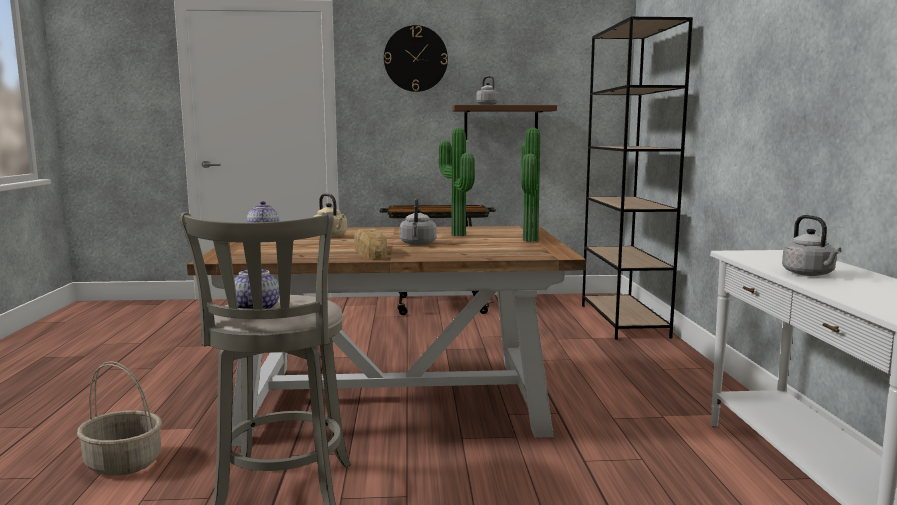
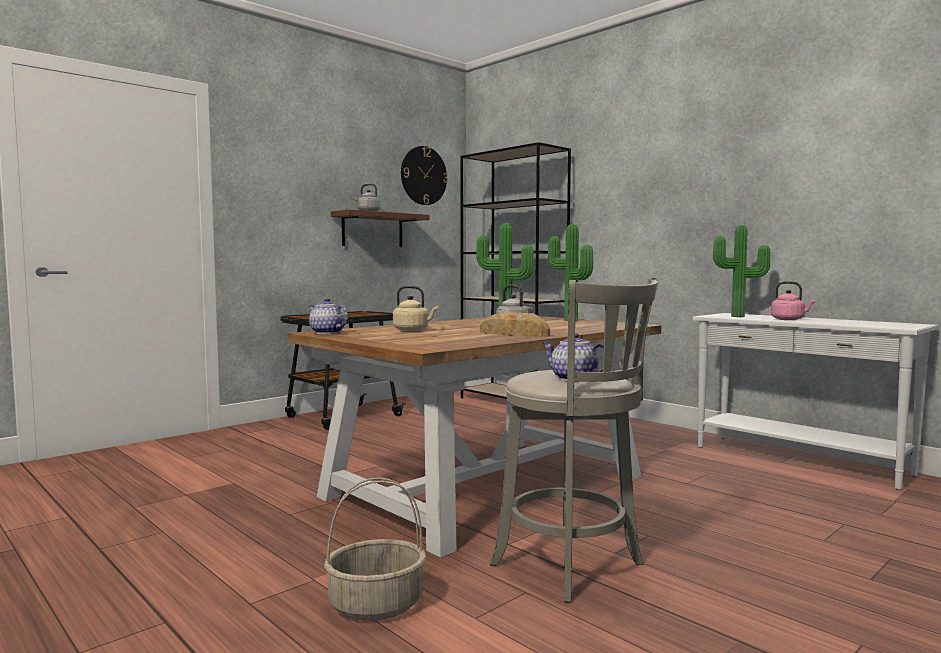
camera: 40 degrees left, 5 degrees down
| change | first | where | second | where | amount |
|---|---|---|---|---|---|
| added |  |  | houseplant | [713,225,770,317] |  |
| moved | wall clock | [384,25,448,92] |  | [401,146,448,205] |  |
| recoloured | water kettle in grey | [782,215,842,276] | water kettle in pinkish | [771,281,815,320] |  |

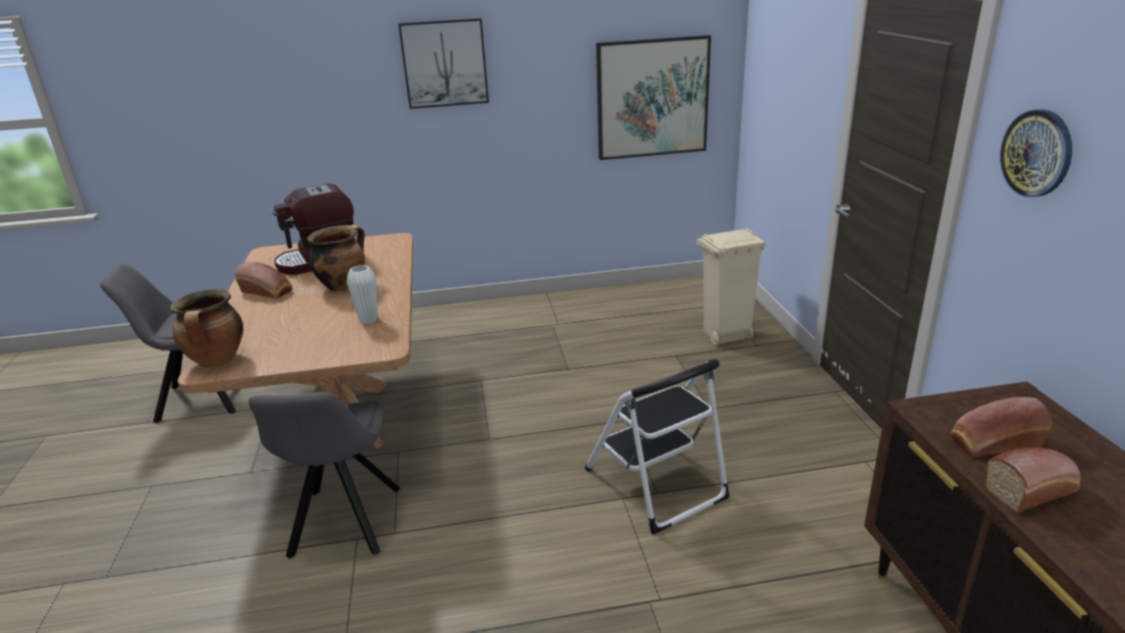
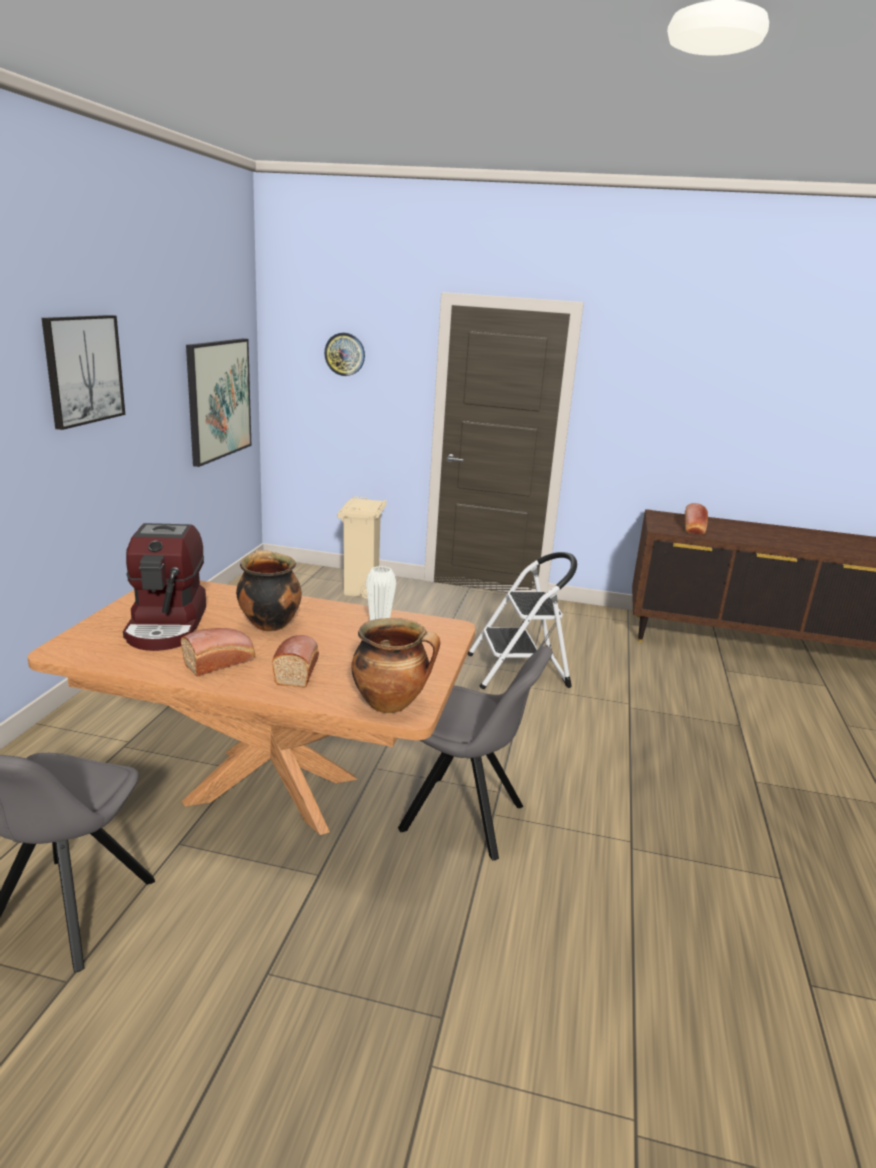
camera: 70 degrees left, 5 degrees down
| change | first | where | second | where | amount |
|---|---|---|---|---|---|
| moved | bread | [985,447,1081,513] |  | [272,635,319,688] |  |
| moved | wall clock | [1000,109,1072,197] |  | [324,333,365,376] |  |

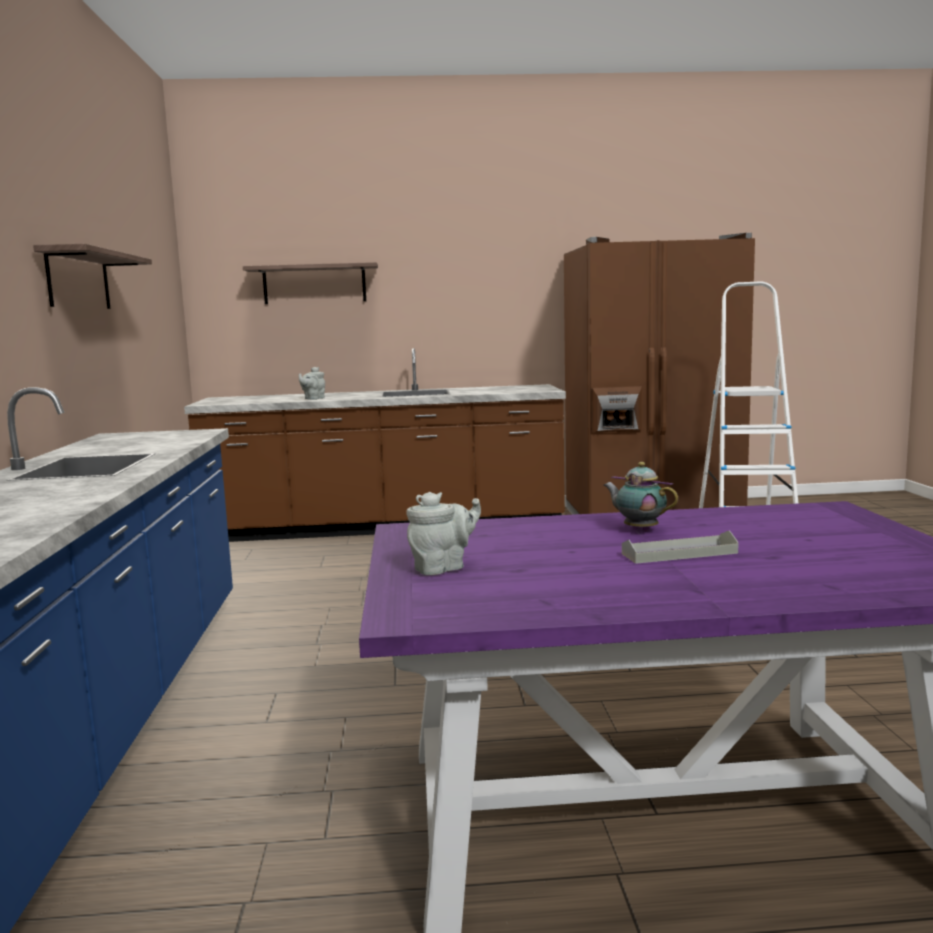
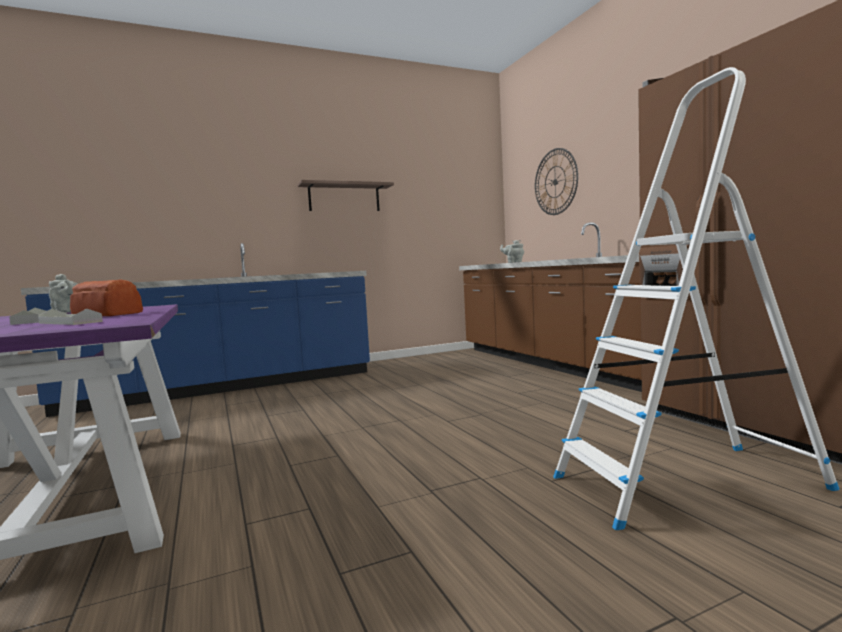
camera: 70 degrees right, 5 degrees down
| change | first | where | second | where | amount |
|---|---|---|---|---|---|
| added |  |  | serving tray in grey | [38,309,103,325] |  |
| replaced | wall shelf | [243,262,378,304] | wall clock | [535,148,578,215] |  |
| replaced | teapot | [604,462,678,531] | bread | [70,279,143,316] |  |

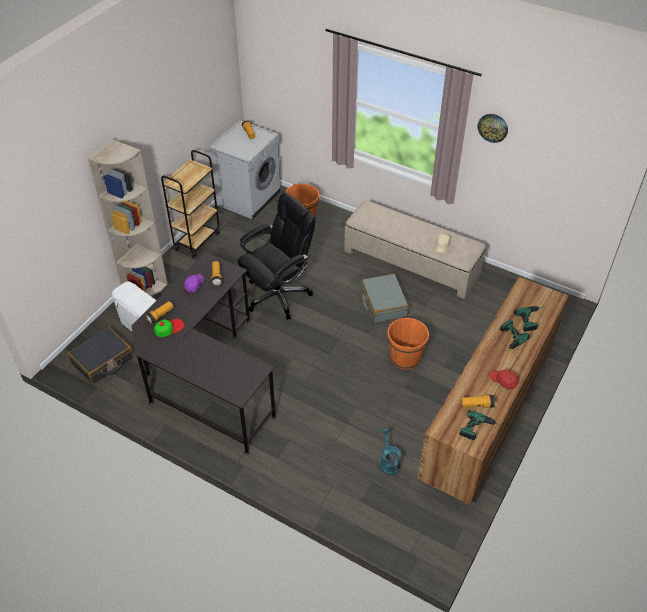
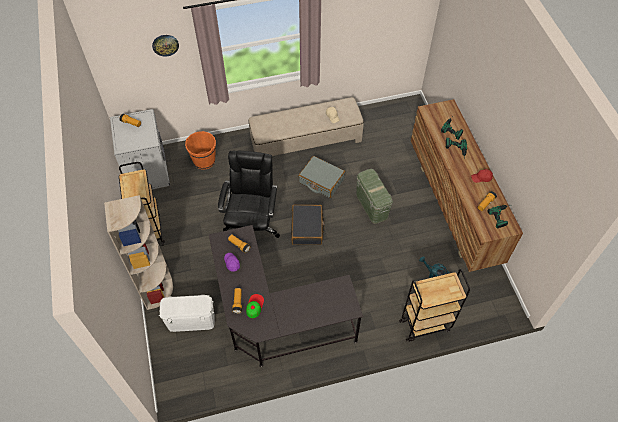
camera: 45 degrees left, 10 degrees up
| change | first | where | second | where | amount |
|---|---|---|---|---|---|
| added |  |  | trolley in brownish | [399,269,470,342] |  |
| moved | travel case in black | [68,327,134,384] |  | [291,205,325,245] |  |
| moved | wall clock | [478,114,508,143] |  | [152,35,179,56] |  |
| replaced | pail in orange | [387,318,429,370] | storage bin in greenish | [356,169,393,224] |  |

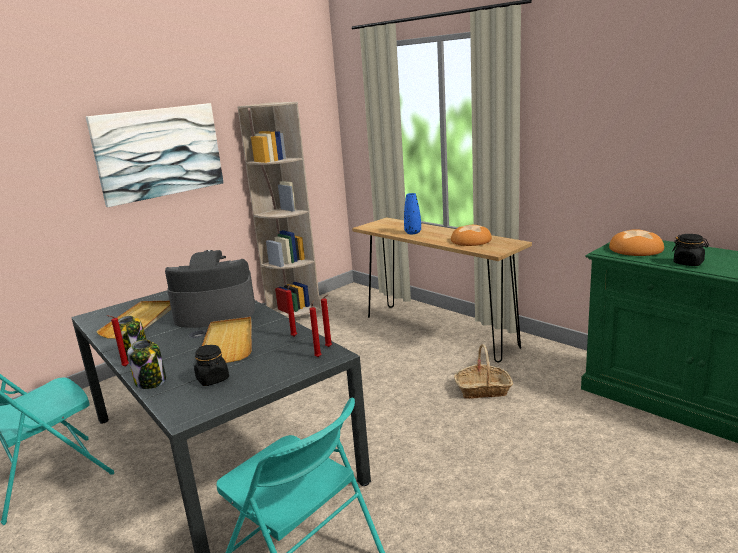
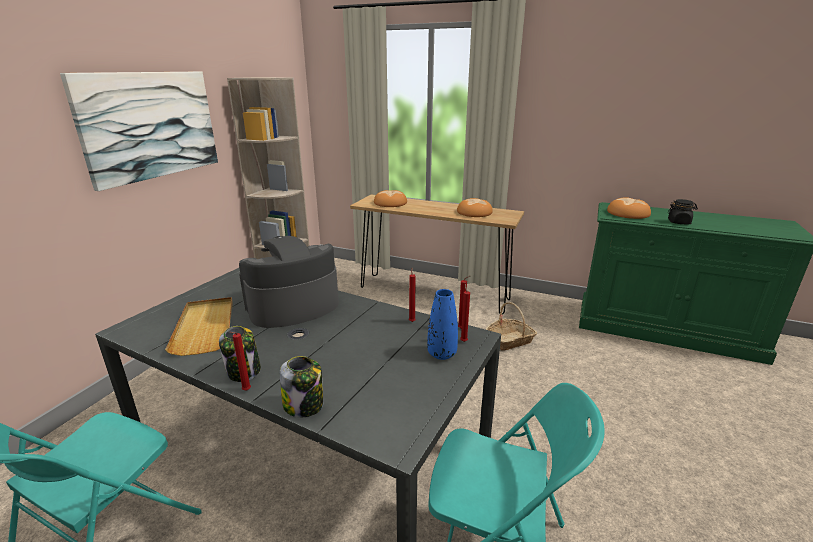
camera: 25 degrees left, 5 degrees up
| change | first | where | second | where | amount |
|---|---|---|---|---|---|
| removed | preserve jar in black | [194,345,229,386] |  |  |  |
| removed | serving tray in beige | [202,317,252,363] |  |  |  |
| added |  |  | bread | [374,190,407,207] |  |
| moved | vase in blue-coloured | [404,193,421,234] |  | [427,289,458,360] |  |

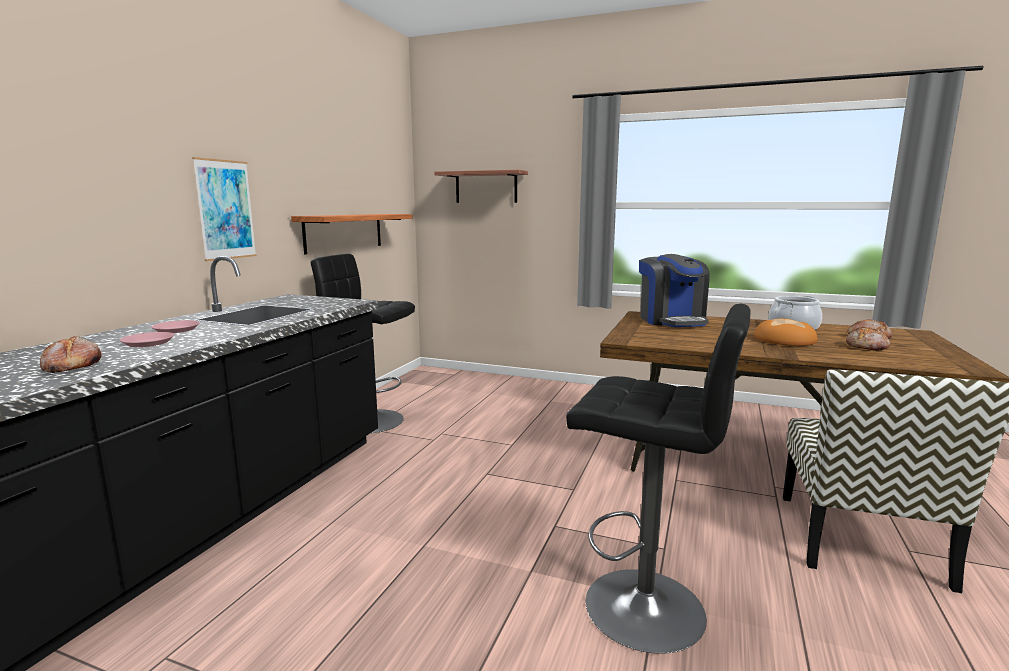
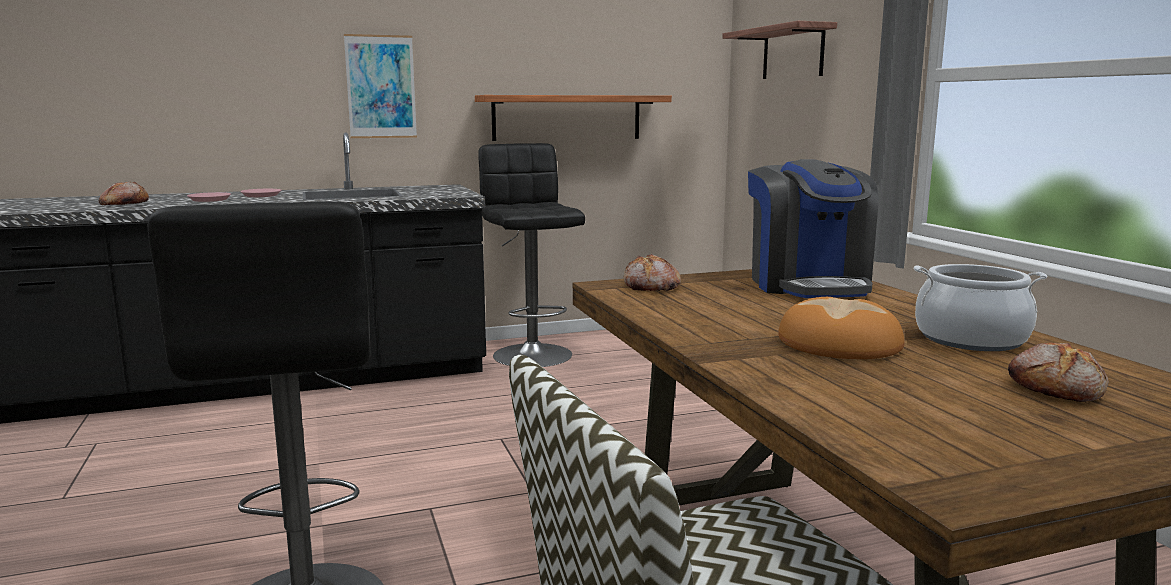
camera: 50 degrees right, 0 degrees up
| change | first | where | second | where | amount |
|---|---|---|---|---|---|
| moved | bread | [846,326,891,351] |  | [624,254,681,291] |  |
| turned | coffee brewer | [639,254,709,327] |  | [748,159,878,298] | 45 degrees counterclockwise |

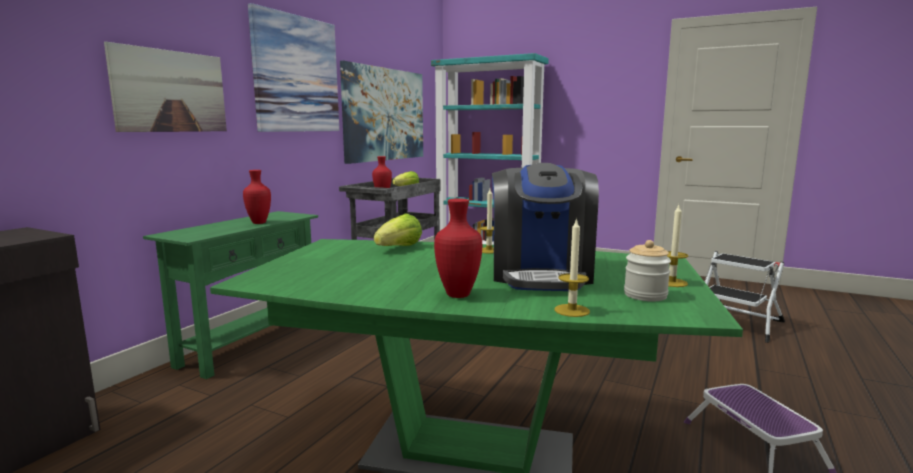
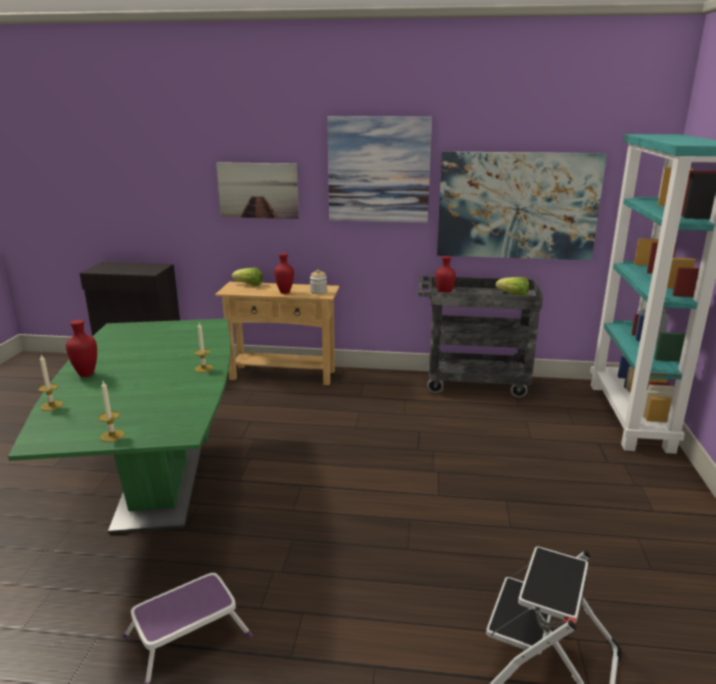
camera: 70 degrees right, 10 degrees up
| change | first | where | second | where | amount |
|---|---|---|---|---|---|
| removed | coffee brewer | [492,163,599,291] |  |  |  |
| moved | lettuce head | [374,213,422,246] |  | [232,268,263,286] |  |
| moved | preserve jar | [624,240,671,301] |  | [310,270,327,294] |  |
| recoloured | hall table in greenish | [143,211,318,379] | hall table in beige | [215,282,340,385] |  |

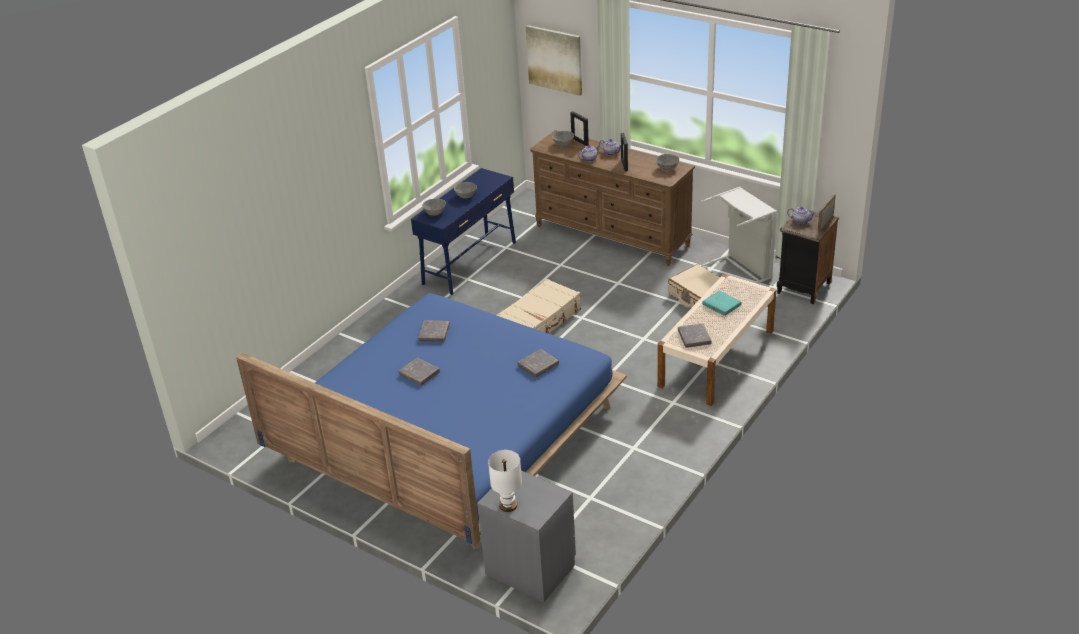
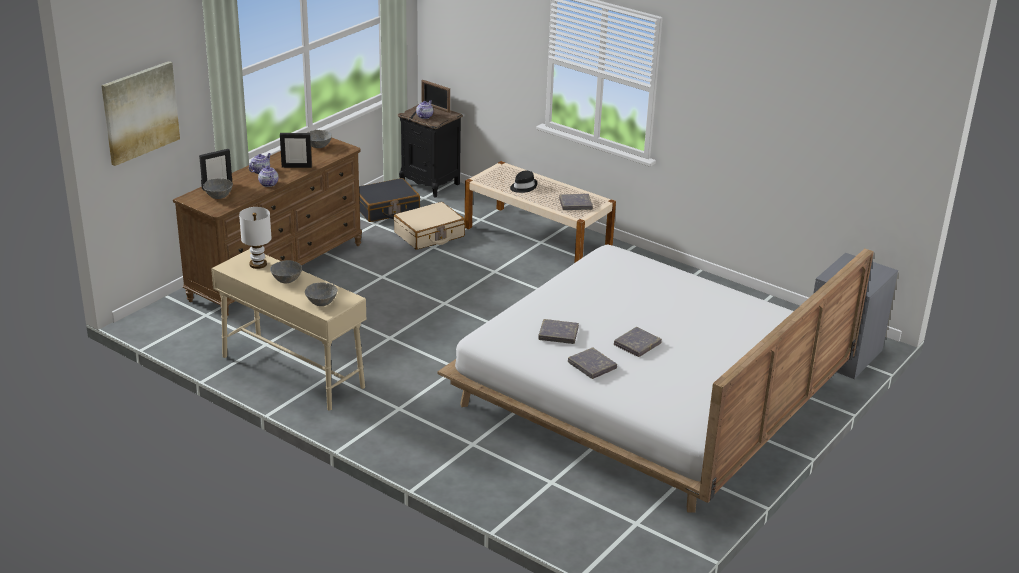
camera: 90 degrees left, 5 degrees down
| change | first | where | second | where | amount |
|---|---|---|---|---|---|
| removed | travel case in beige | [497,279,581,334] |  |  |  |
| moved | tabletop lamp in whitish | [488,450,522,512] |  | [239,207,272,269] |  |
| moved | volume in grey | [518,349,559,377] |  | [568,347,617,379] |  |
| replaced | hamper in grey | [701,187,777,292] | travel case in black | [359,178,420,222] |  |
| replaced | volume in blue-green | [702,291,742,316] | clothing hat in black | [510,171,538,193] |  |
| recoloured | bedroom bed in blue-coloured | [236,293,627,549] | bedroom bed in whitish | [438,244,874,513] |  |
| recoloured | hall table in blue-coloured | [411,168,516,295] | hall table in beige | [211,249,366,411] |  |

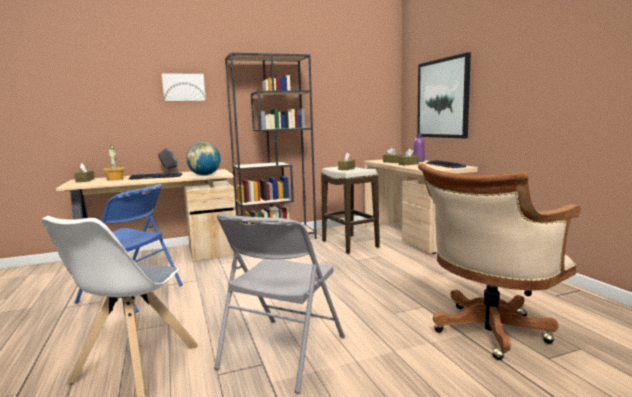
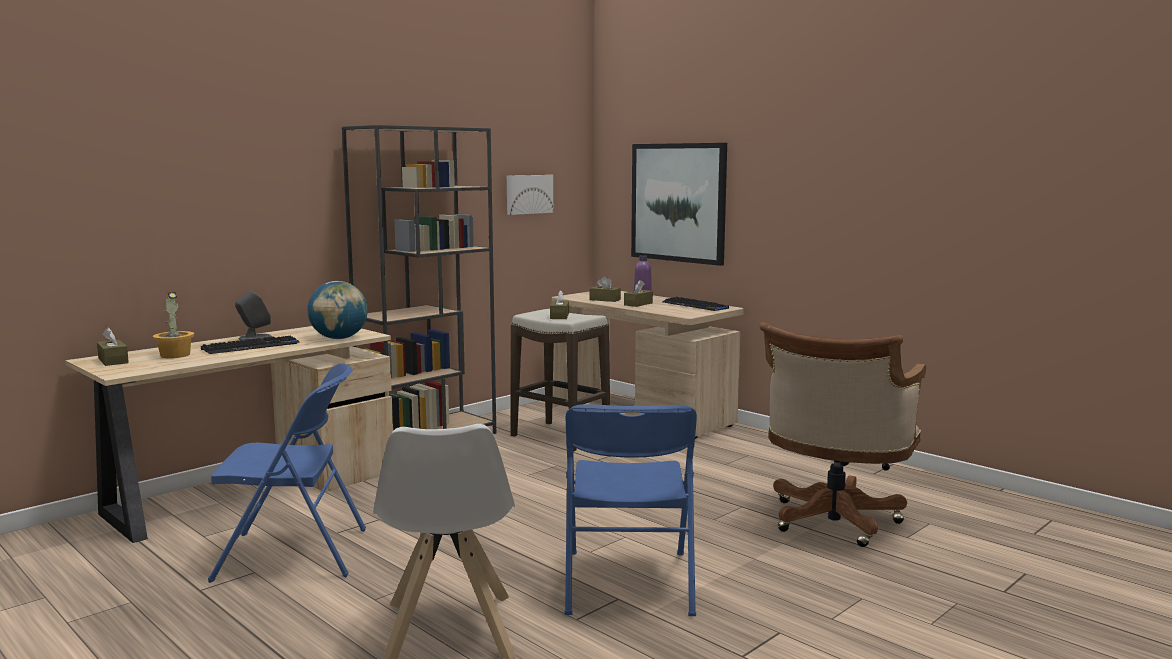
camera: 25 degrees left, 0 degrees up
| change | first | where | second | where | amount |
|---|---|---|---|---|---|
| moved | picture | [162,73,206,101] |  | [507,175,553,215] |  |
| recoloured | plain chair in grey | [214,213,345,394] | plain chair in blue-coloured | [565,404,697,616] |  |

